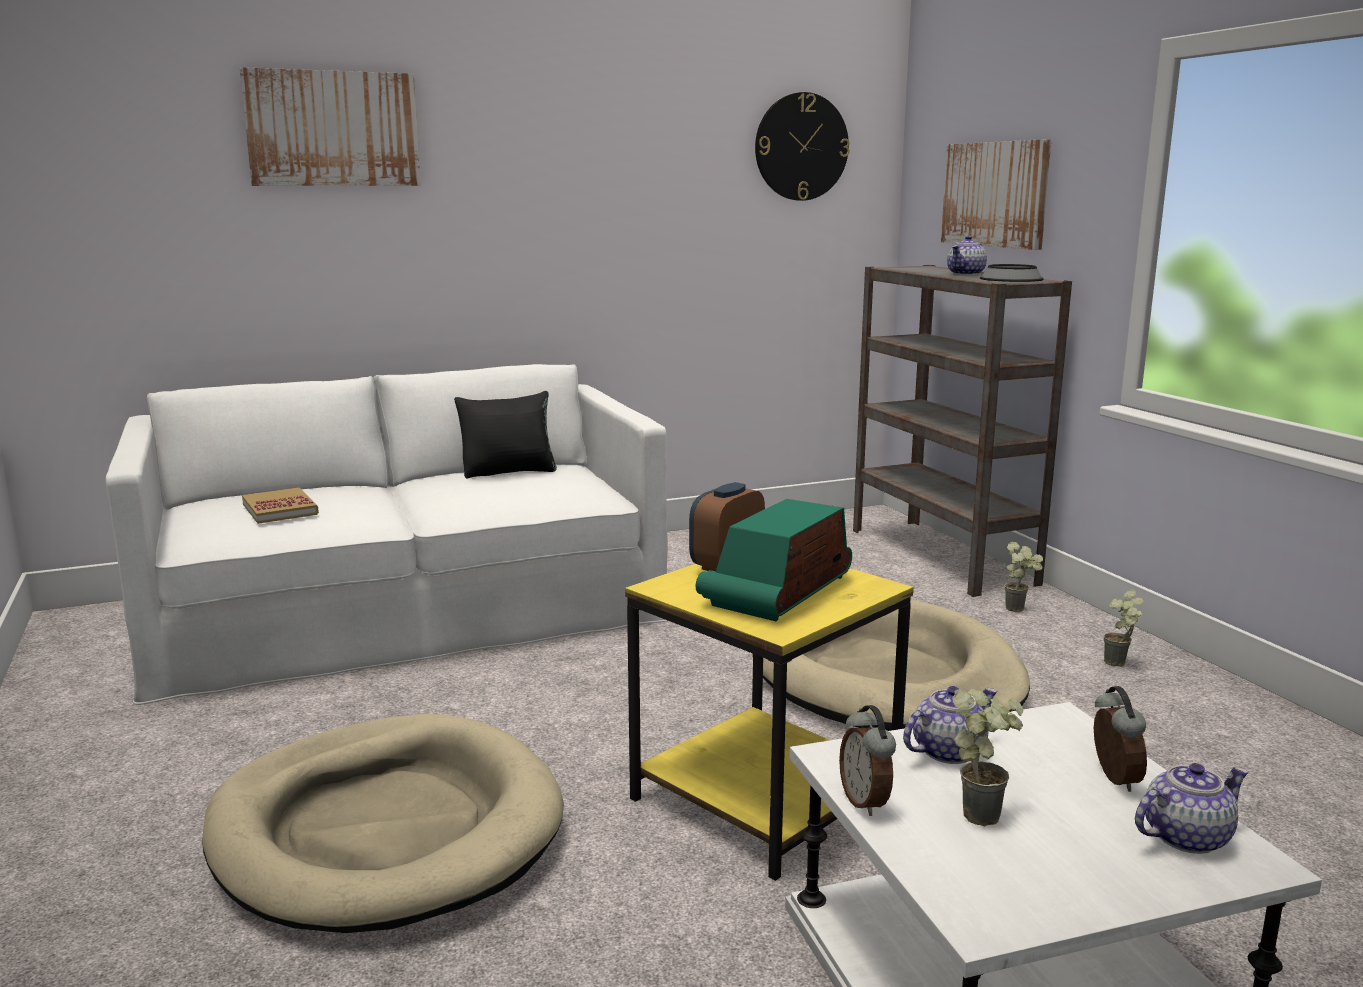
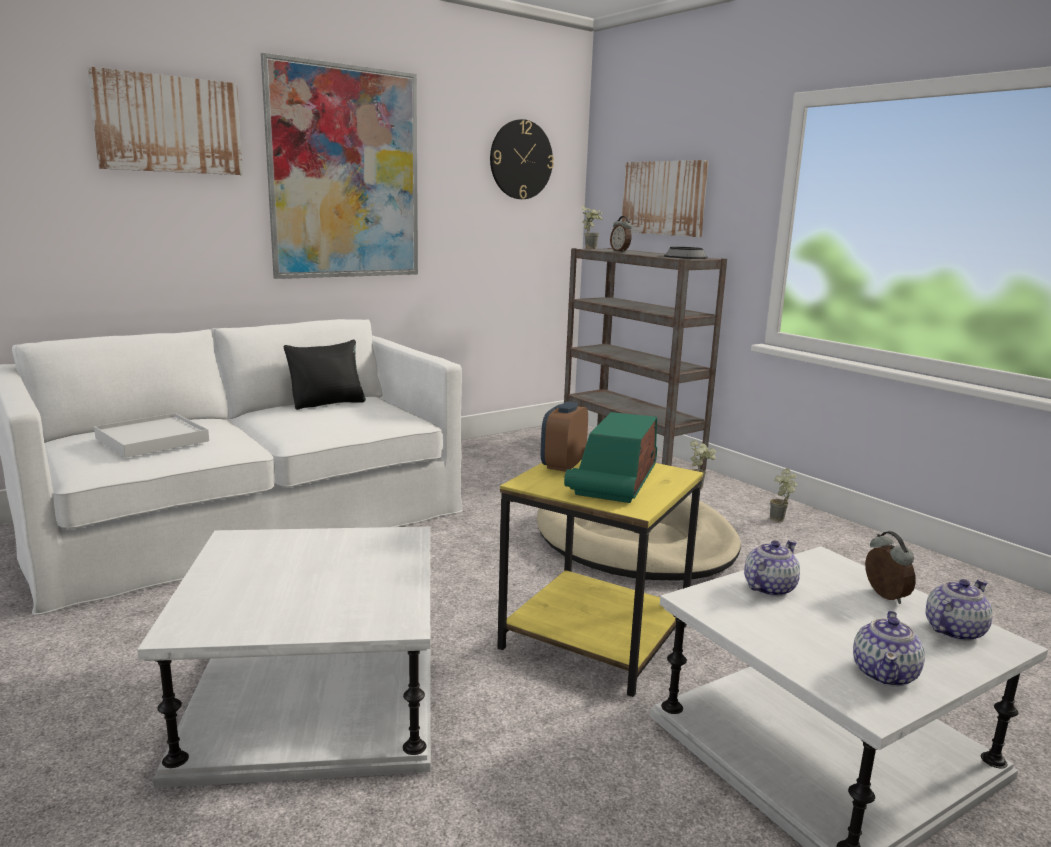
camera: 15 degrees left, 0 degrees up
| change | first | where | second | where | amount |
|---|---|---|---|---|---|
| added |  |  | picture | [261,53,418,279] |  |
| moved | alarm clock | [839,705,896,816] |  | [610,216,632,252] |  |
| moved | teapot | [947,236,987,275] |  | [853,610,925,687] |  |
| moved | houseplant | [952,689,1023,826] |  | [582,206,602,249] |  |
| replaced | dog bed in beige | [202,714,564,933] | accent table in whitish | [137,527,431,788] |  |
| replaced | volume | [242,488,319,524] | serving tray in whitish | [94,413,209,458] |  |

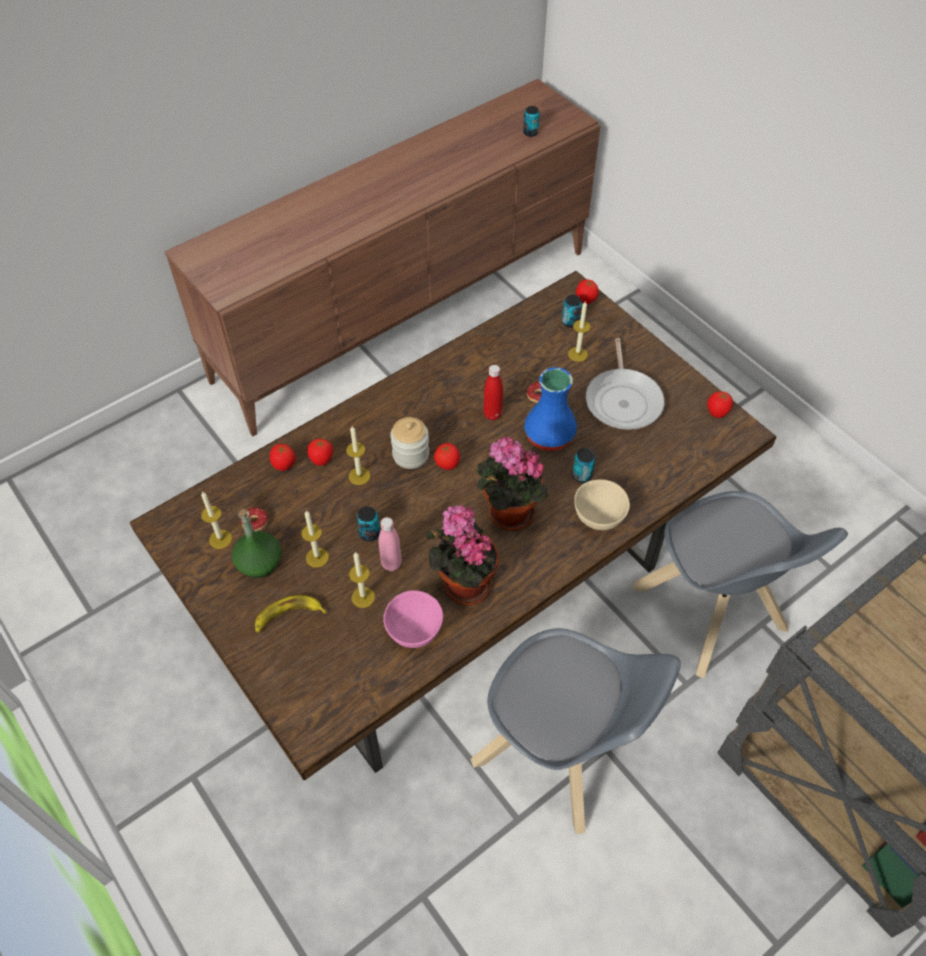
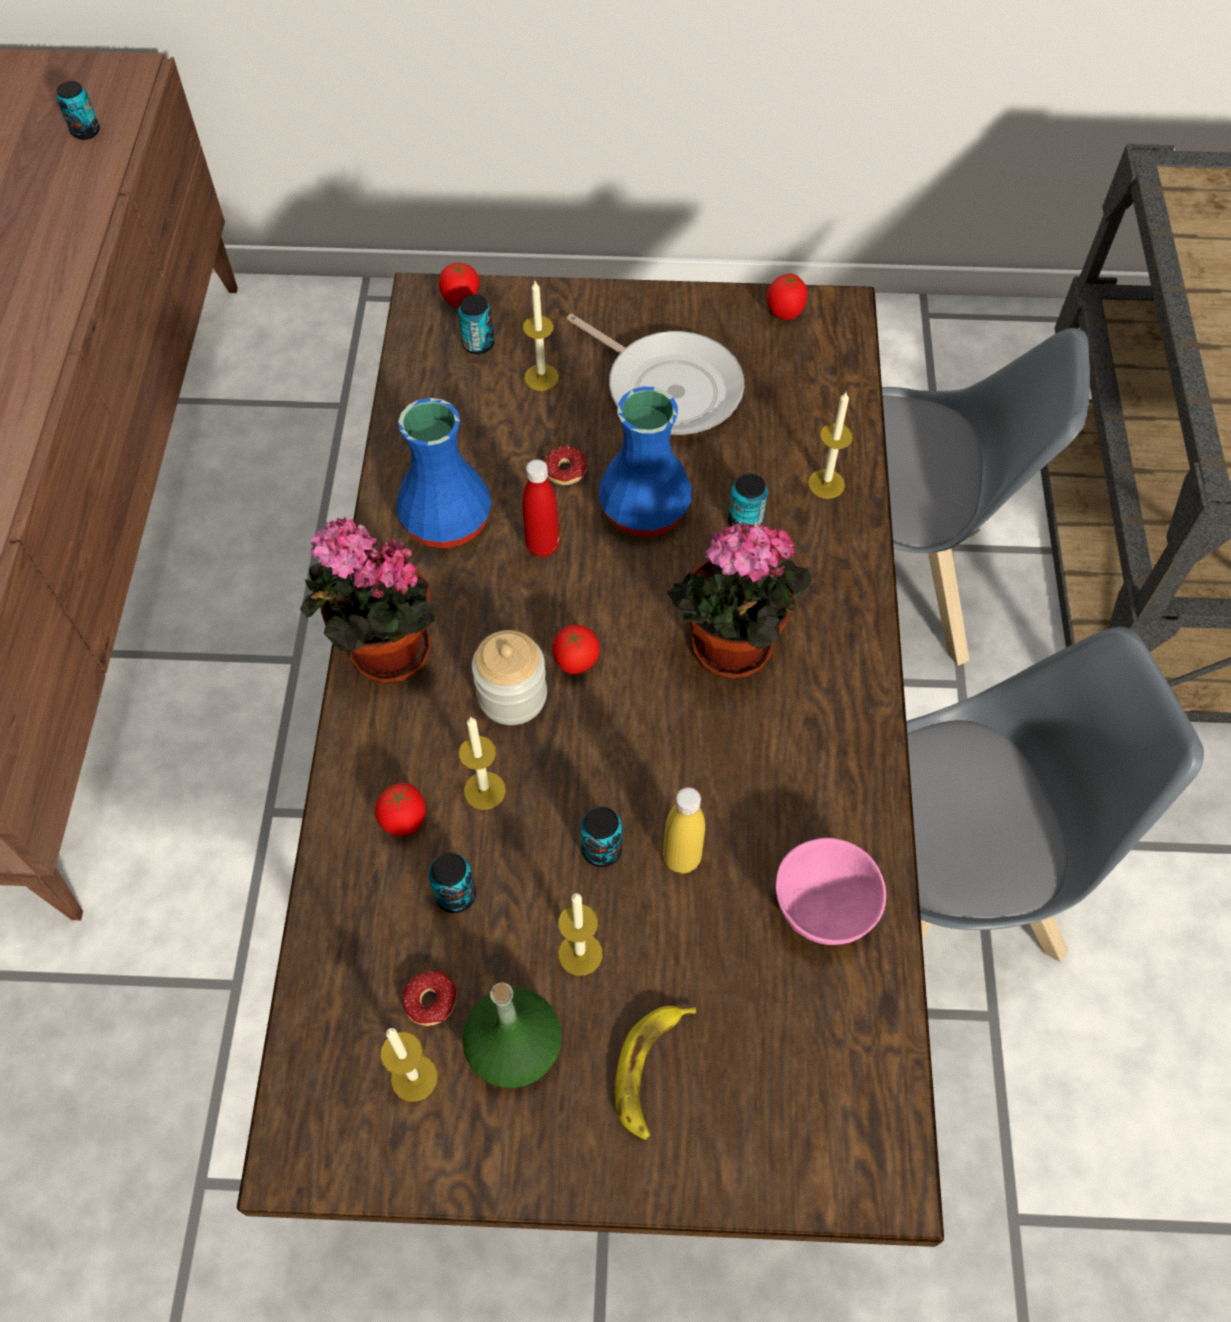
camera: 50 degrees left, 5 degrees up
| change | first | where | second | where | amount |
|---|---|---|---|---|---|
| removed | whole tomato | [270,444,296,471] |  |  |  |
| removed | serving bowl in beige | [574,479,630,530] |  |  |  |
| added |  |  | vase in blue-coloured | [396,398,491,548] |  |
| added |  |  | sealed can | [428,853,476,913] |  |
| moved | candle | [349,552,375,608] |  | [808,391,853,499] |  |
| moved | houseplant | [426,505,499,606] |  | [300,517,435,683] |  |
| recoloured | drink bottle in pinkish | [378,517,402,571] | drink bottle in yellow-coloured | [663,787,705,874] |  |

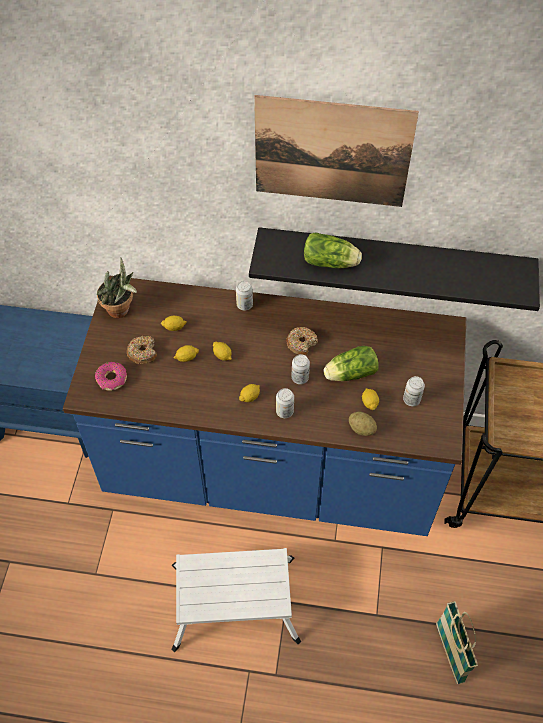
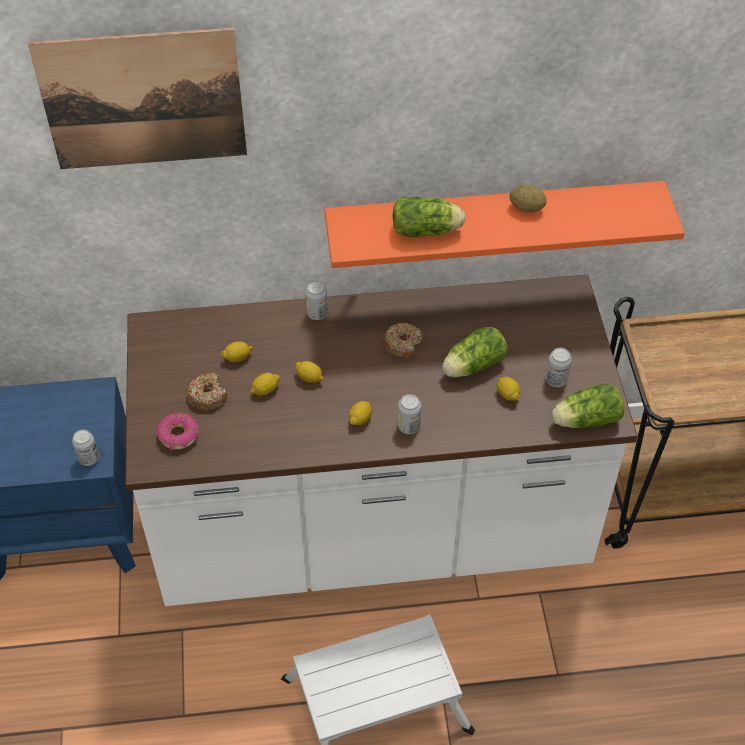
camera: 15 degrees left, 5 degrees down
| change | first | where | second | where | amount |
|---|---|---|---|---|---|
| removed | houseplant | [97,258,137,318] |  |  |  |
| removed | basket | [436,601,478,684] |  |  |  |
| added |  |  | lettuce head | [552,384,624,428] |  |
| moved | picture | [254,95,419,207] |  | [28,28,247,169] |  |
| moved | sealed can | [292,354,310,384] |  | [72,430,99,466] |  |
| moved | potato | [349,411,377,436] |  | [509,184,546,213] |  |
| recoloured | counter in blue-coloured | [63,275,466,536] | counter in whitish | [125,275,637,606] |  |
| recoloured | wall shelf in black | [249,227,540,311] | wall shelf in orange | [325,181,685,268] |  |

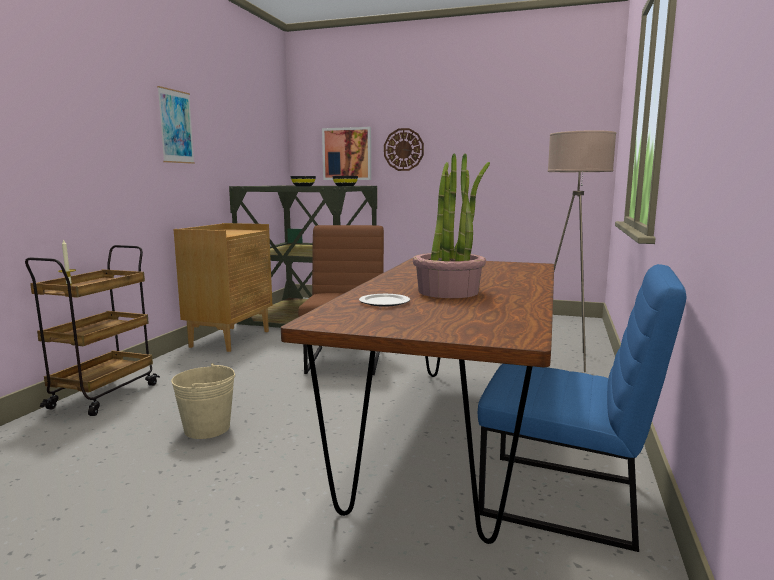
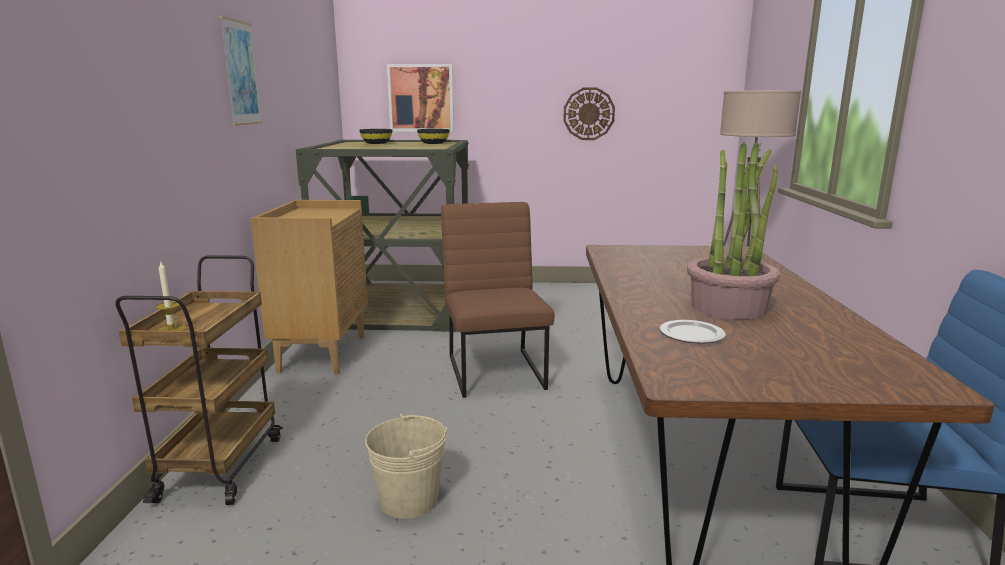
camera: 15 degrees left, 5 degrees up
| change | first | where | second | where | amount |
|---|---|---|---|---|---|
| moved | wall clock | [384,128,424,171] |  | [563,87,615,140] |  |

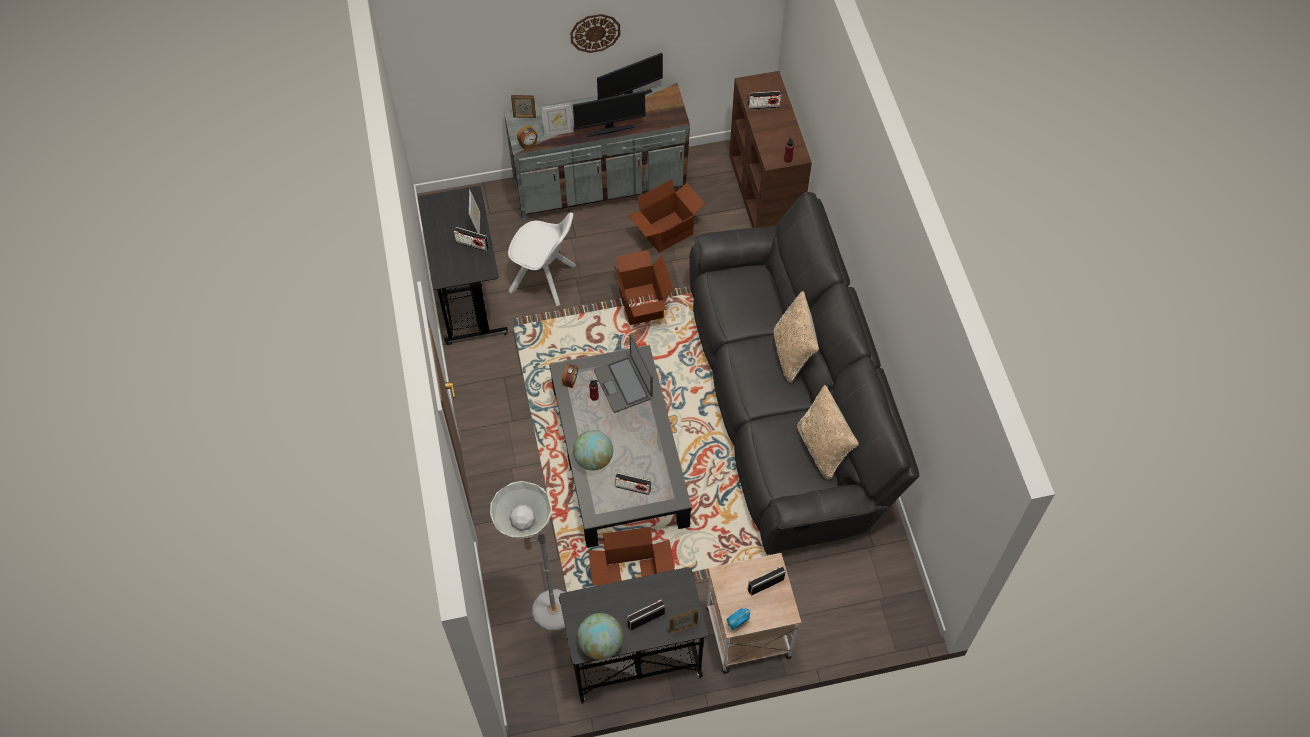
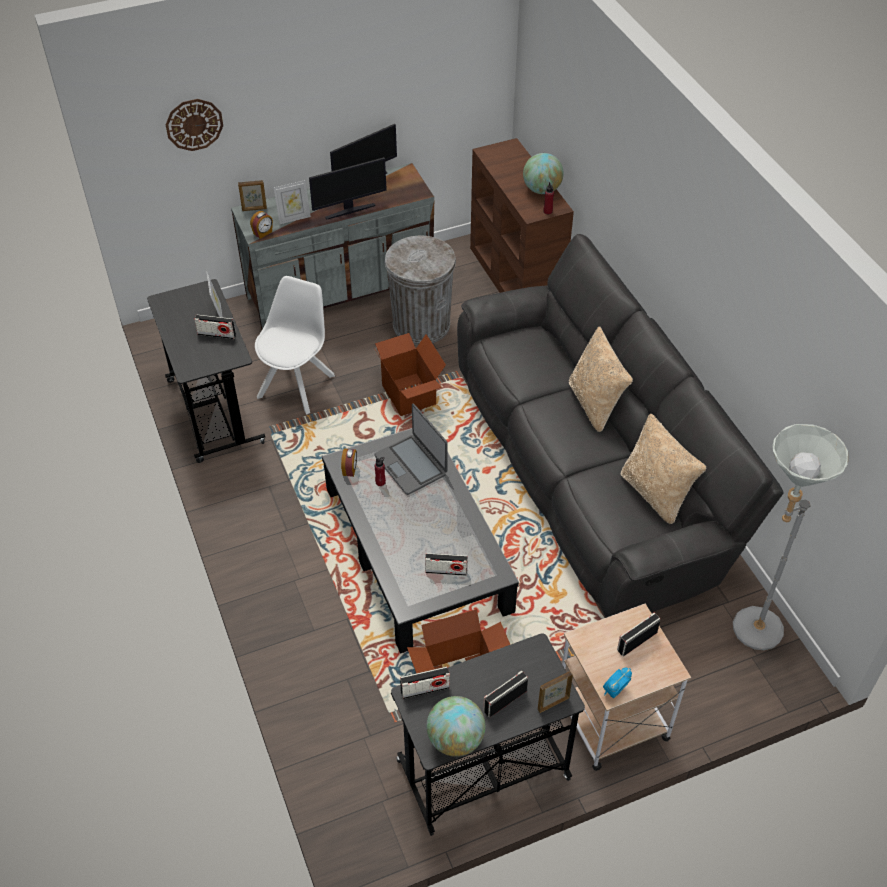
camera: 10 degrees left, 10 degrees down
| change | first | where | second | where | amount |
|---|---|---|---|---|---|
| moved | floor lamp in grey | [490,481,565,631] |  | [733,424,848,650] |  |
| moved | wall clock | [570,14,620,53] |  | [166,99,223,151] |  |
| moved | world globe | [573,430,613,471] |  | [523,153,564,194] |  |
| moved | radio set | [748,91,781,110] |  | [400,667,450,699] |  |
| replaced | packing box | [628,179,705,253] | rubbish bin in grey | [385,235,456,345] |  |
| turned | plain chair in whitish | [508,212,576,306] |  | [255,276,335,415] | 75 degrees counterclockwise |

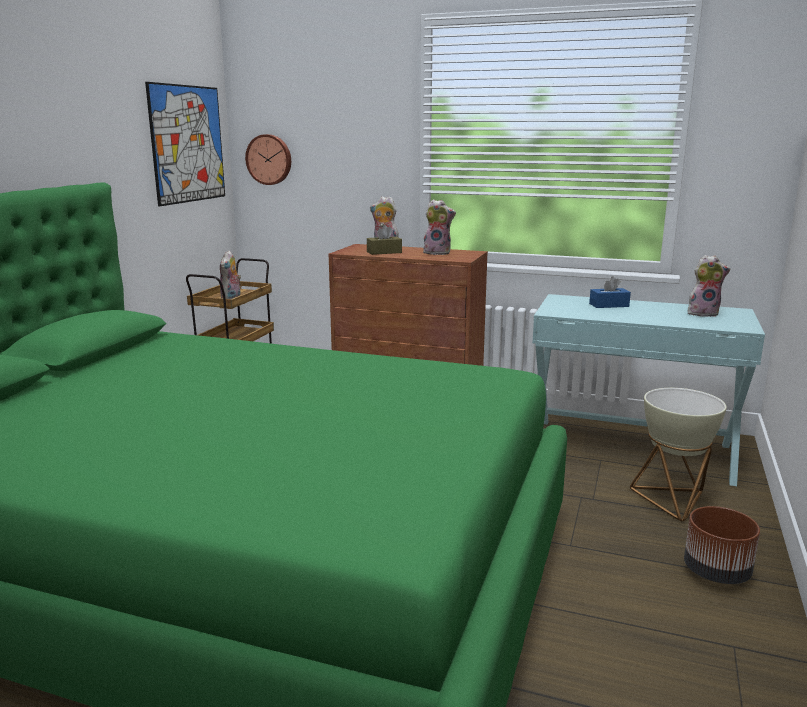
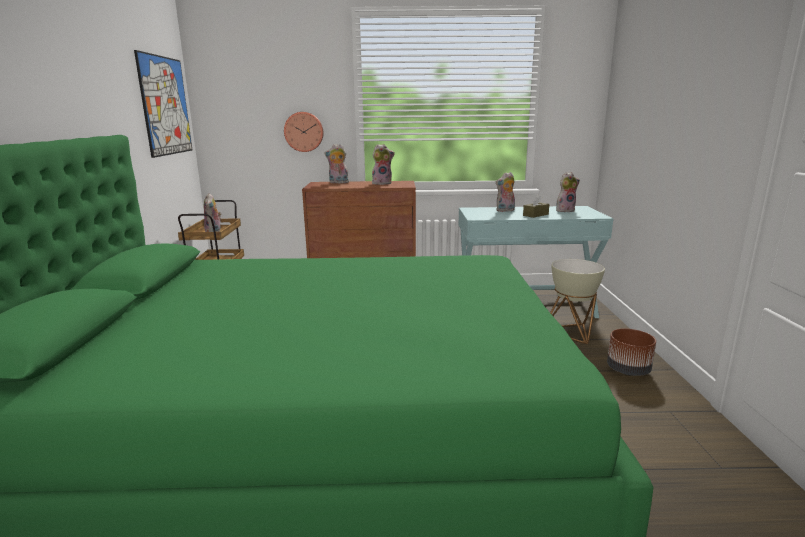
camera: 20 degrees left, 0 degrees up
| change | first | where | second | where | amount |
|---|---|---|---|---|---|
| moved | wall clock | [245,134,291,185] |  | [284,112,323,152] |  |
| moved | tissue box in brownish | [367,225,402,255] |  | [523,194,549,218] |  |
| replaced | tissue box in blue-coloured | [589,276,631,308] | soft toy | [496,172,515,212] |  |

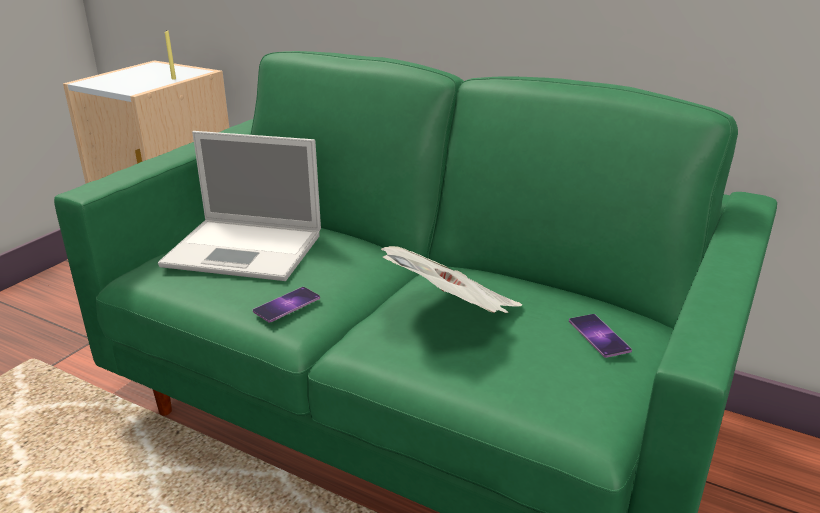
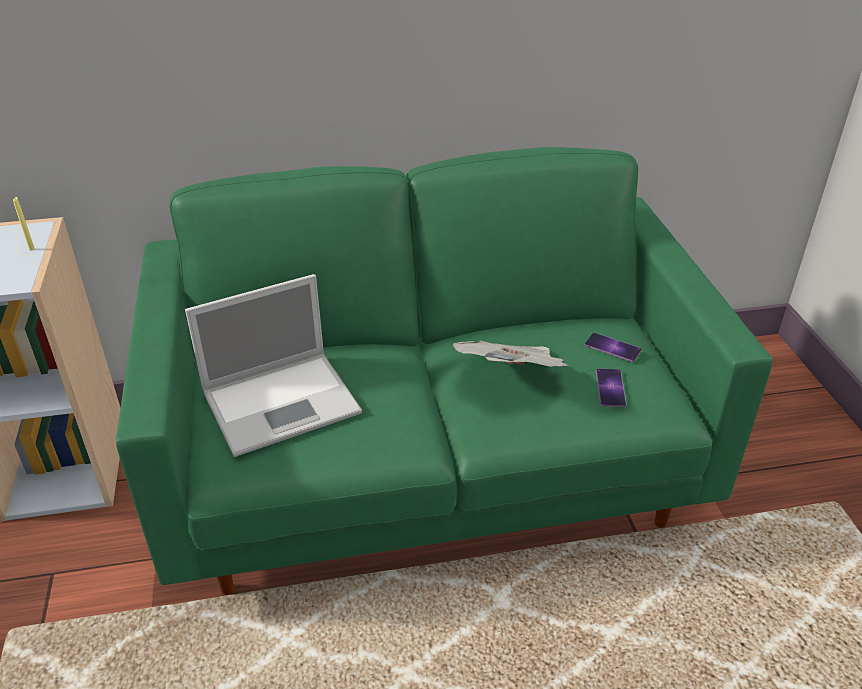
camera: 40 degrees left, 10 degrees up
| change | first | where | second | where | amount |
|---|---|---|---|---|---|
| moved | telephone | [253,287,320,322] |  | [596,368,626,407] |  |

